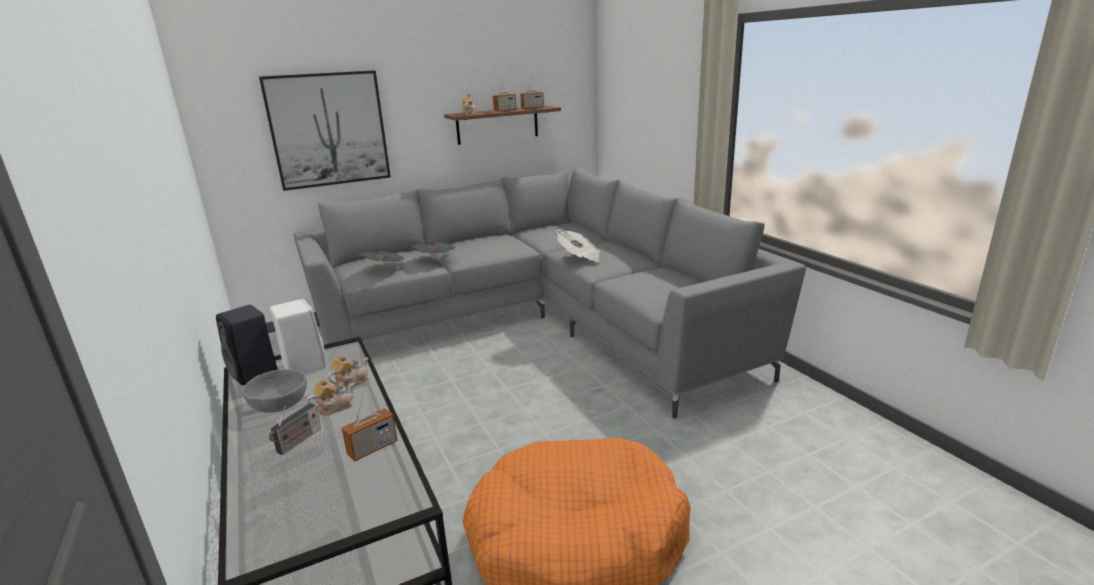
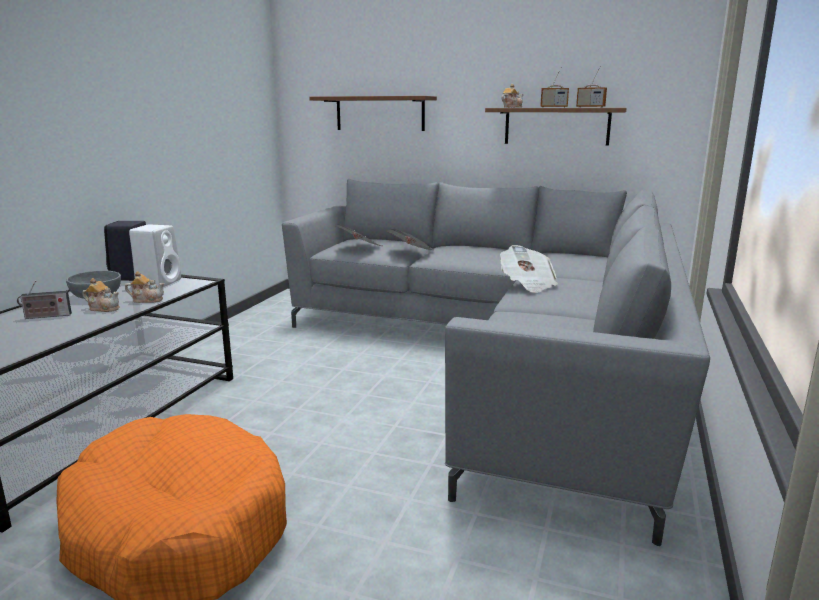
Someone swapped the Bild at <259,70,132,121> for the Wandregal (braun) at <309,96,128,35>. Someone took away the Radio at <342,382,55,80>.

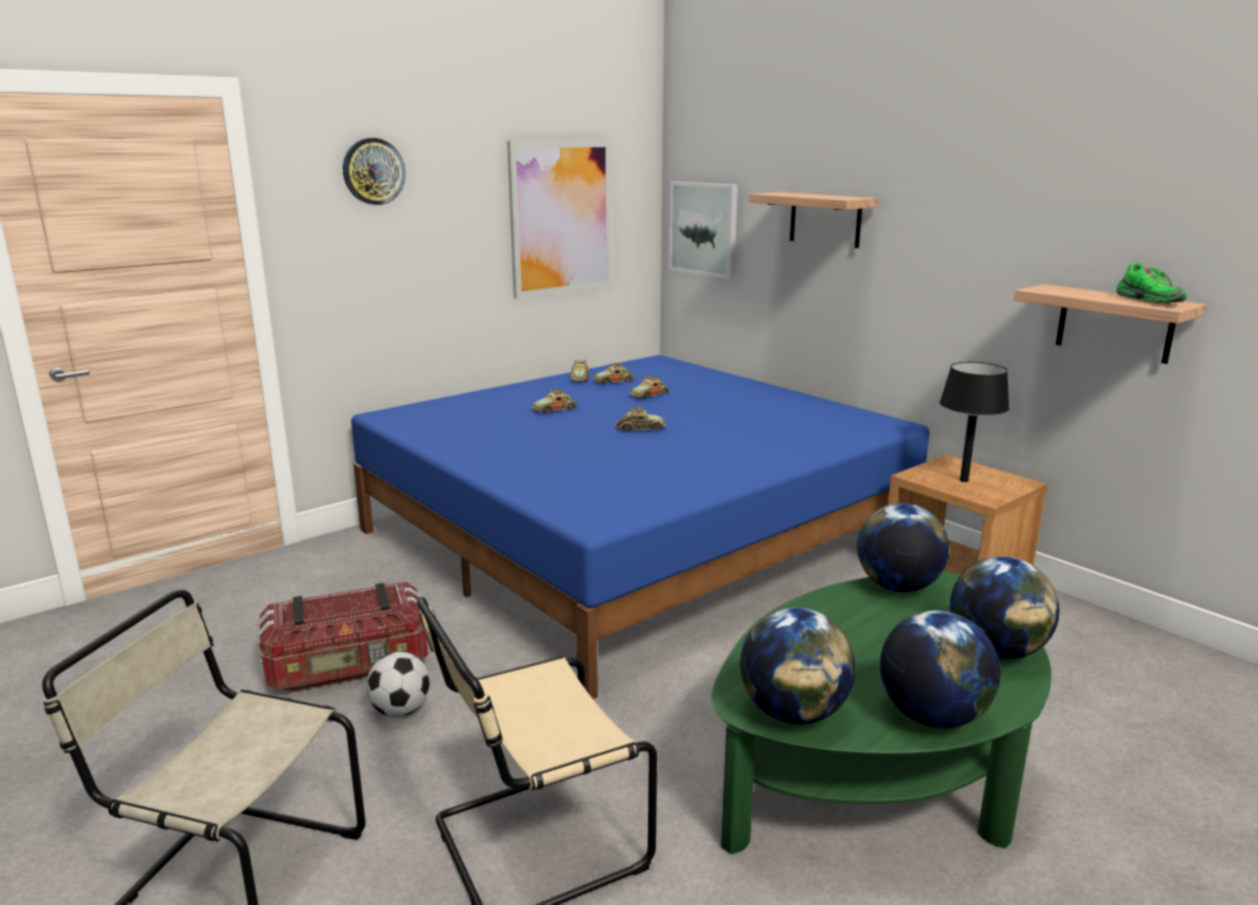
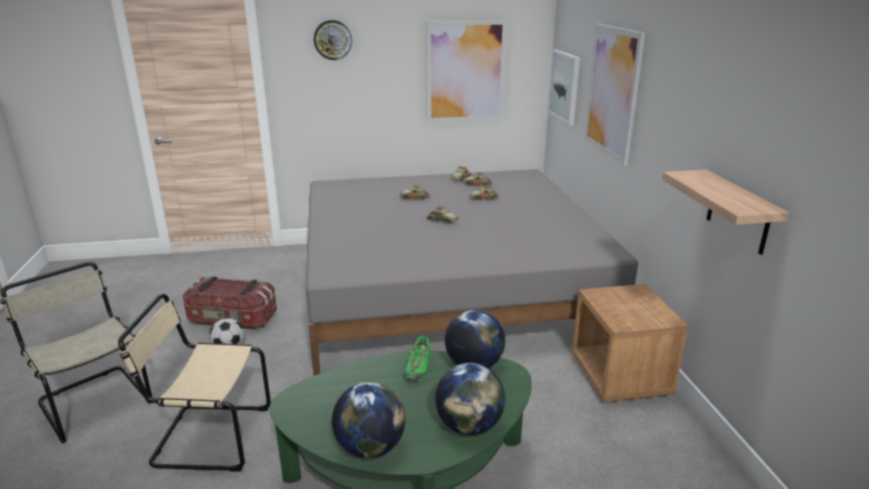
Someone repainted the Bett (blau) at <351,355,579,344>, which became the Bett (grau) at <306,169,332,207>. Someone took away the Globus at <740,607,115,117>. Someone swapped the Wandregal at <748,192,131,56> for the Bild at <584,24,61,141>. Someone took away the Tischlampe (schwarz) at <940,362,69,120>. Someone carried the Schuh (grün) from <1117,263,70,40> to <404,336,28,45>.

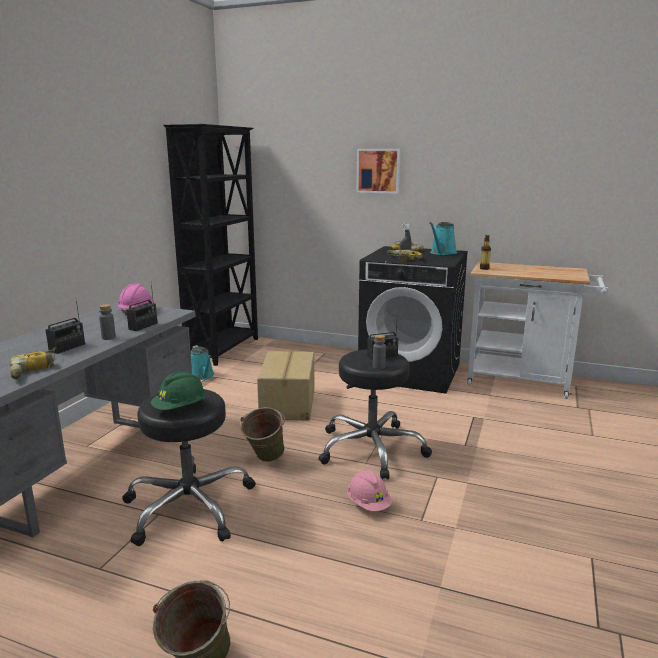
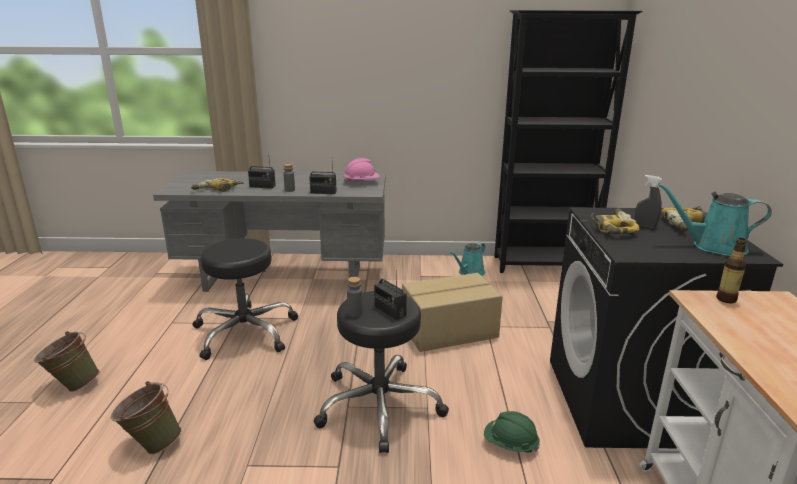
Someone carried the Schutzhelm (grün) from <151,371,55,39> to <484,411,56,42>. Someone carried the Eimer (grün) from <240,407,45,55> to <111,381,71,73>. Someone took away the Schutzhelm (rosa) at <347,470,45,41>. Someone took away the Bild at <356,149,45,45>.

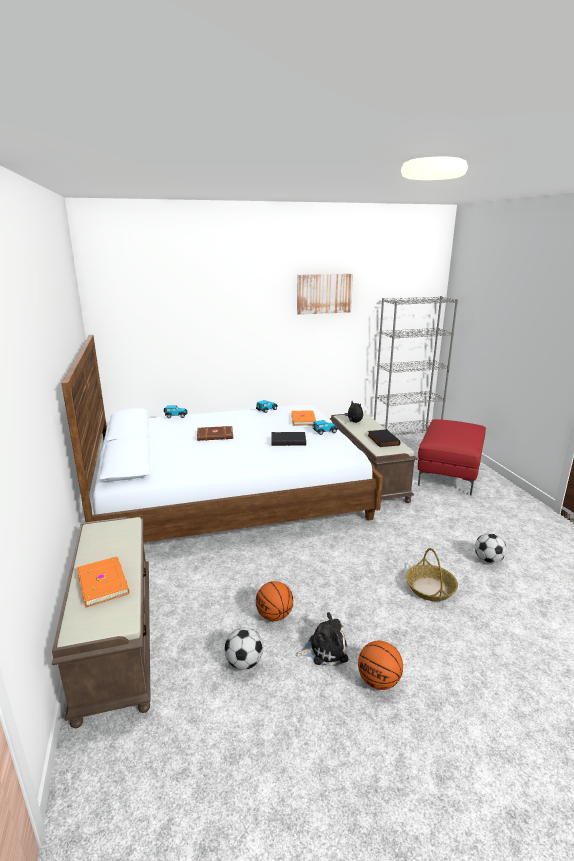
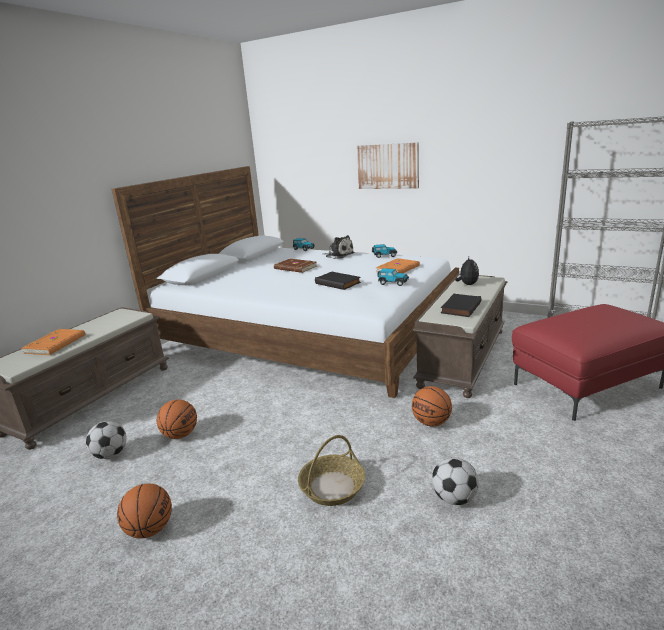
Someone carried the Plüschtier from <295,612,53,54> to <323,235,32,24>. Someone carried the Bild from <297,274,56,41> to <357,142,62,47>. Someone put down the Basketball at <412,386,40,41>.

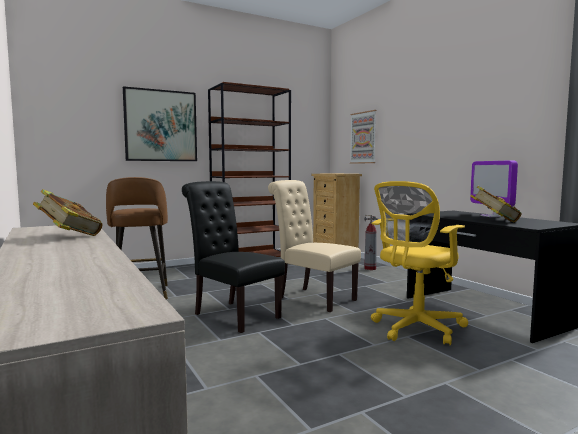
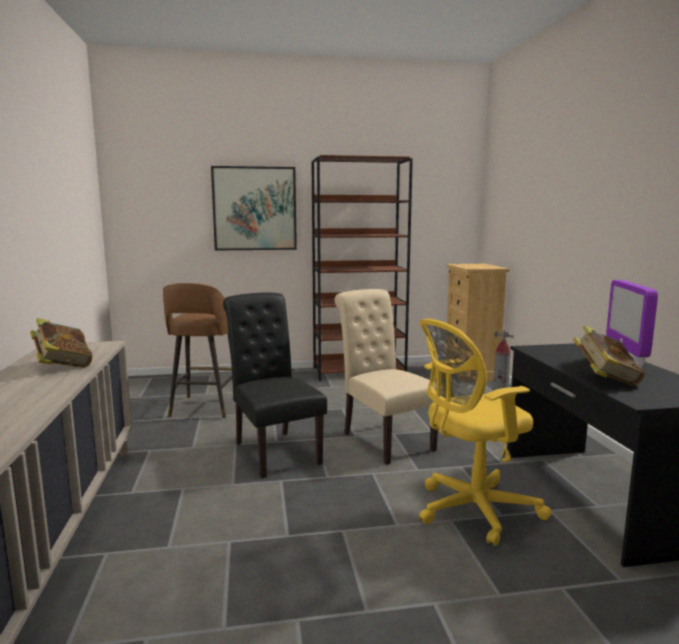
Someone took away the Bild at <350,110,27,54>.

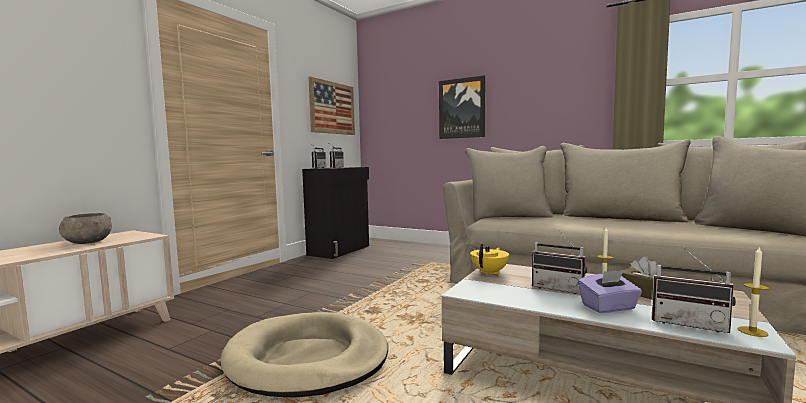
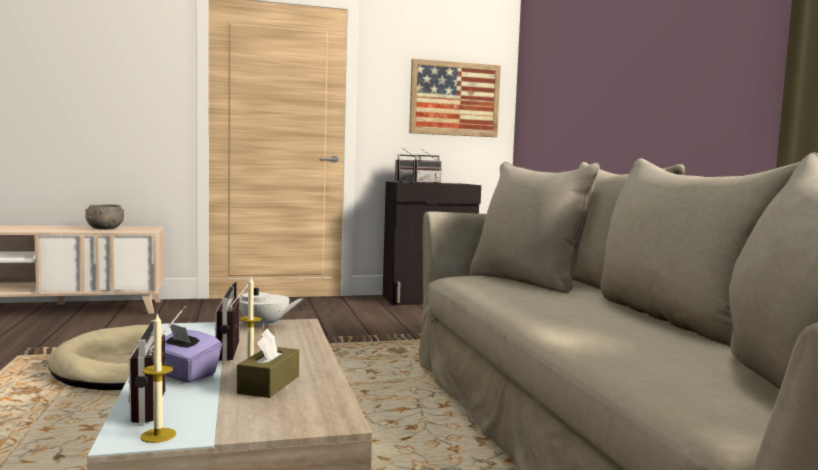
Someone took away the Bild at <439,75,46,64>. Someone repainted the Teekanne (gelb) at <470,244,39,31>, which became the Teekanne (weiß) at <232,281,72,48>.

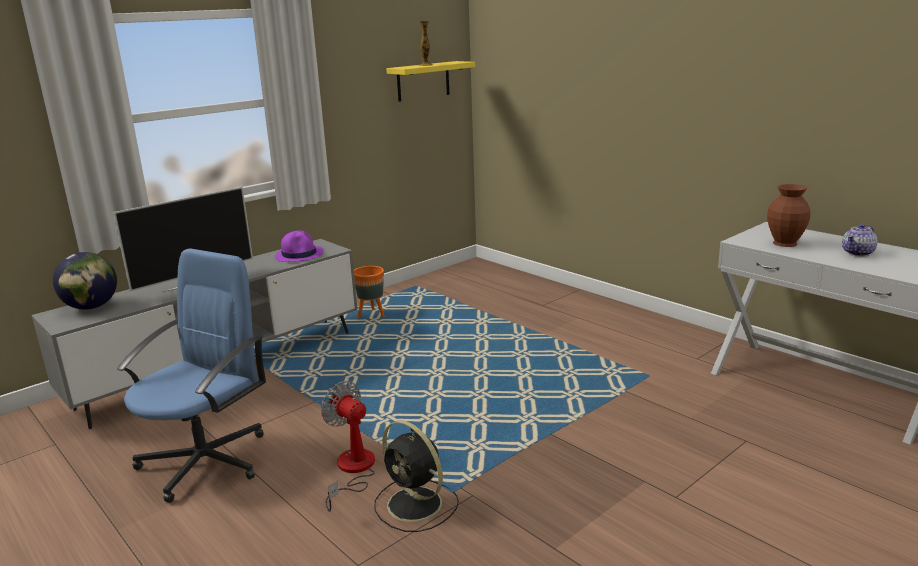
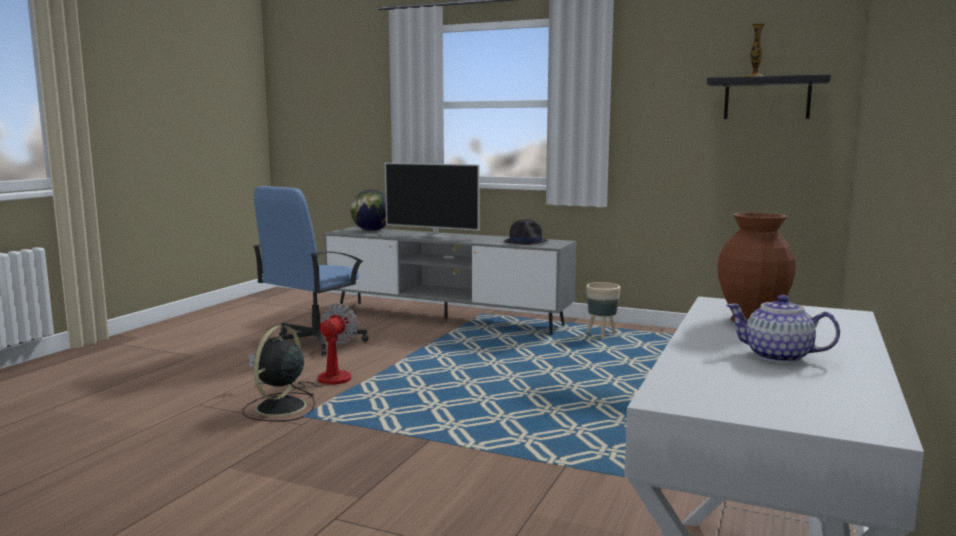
Someone rotated the Bürostuhl (blau) at <117,248,149,255> by 120 degrees clockwise. Someone repainted the Hut (lila) at <275,231,49,31>, which became the Hut (schwarz) at <503,219,46,25>. Someone repainted the Pflanzkübel (orange) at <354,266,31,52>, which became the Pflanzkübel (beige) at <586,282,35,57>. Someone repainted the Wandregal (gelb) at <386,61,89,41>, which became the Wandregal (schwarz) at <707,74,124,45>.

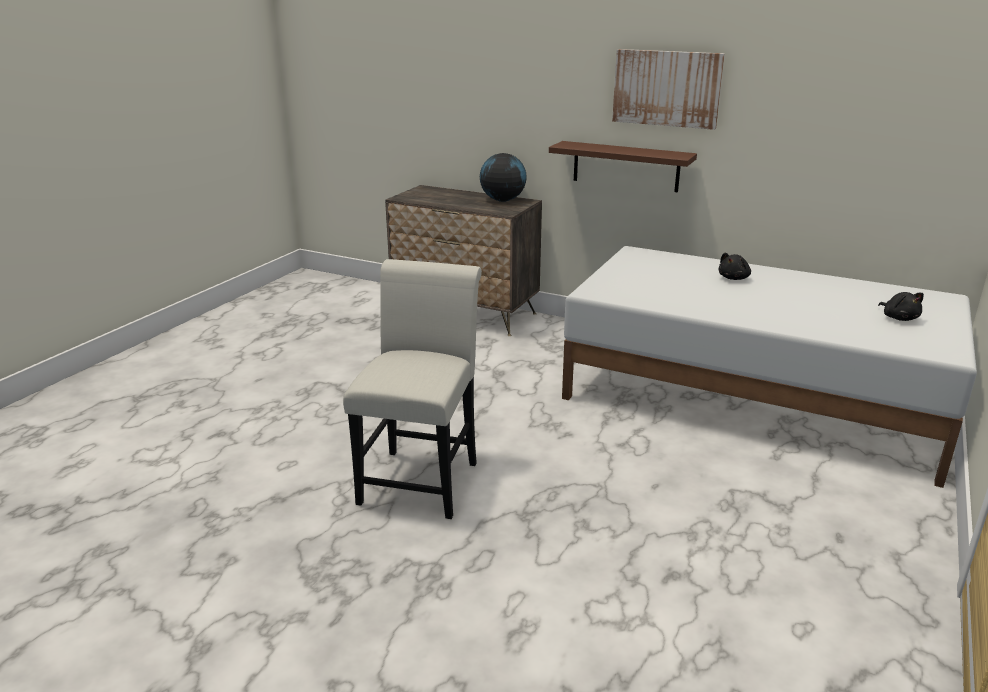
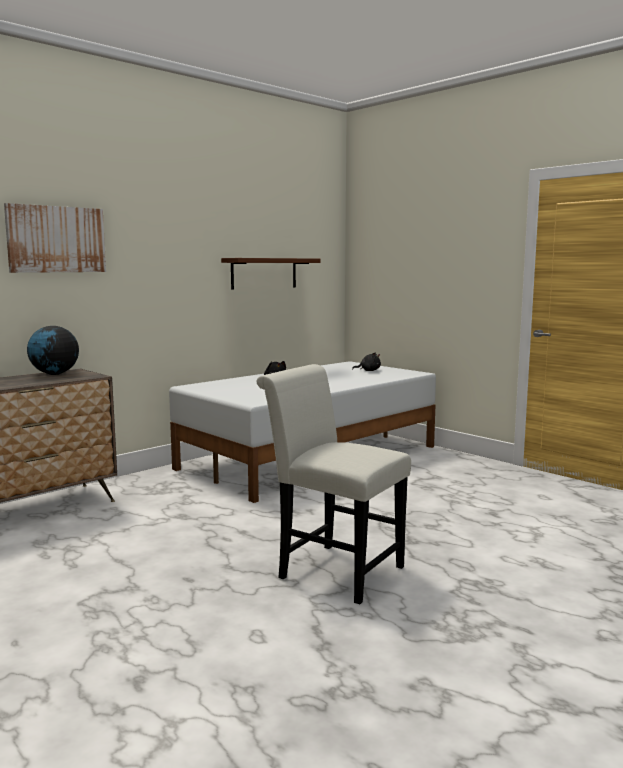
Someone carried the Wandregal (braun) from <549,141,148,51> to <221,258,99,32>. Someone carried the Bild from <612,49,113,81> to <4,203,102,70>.

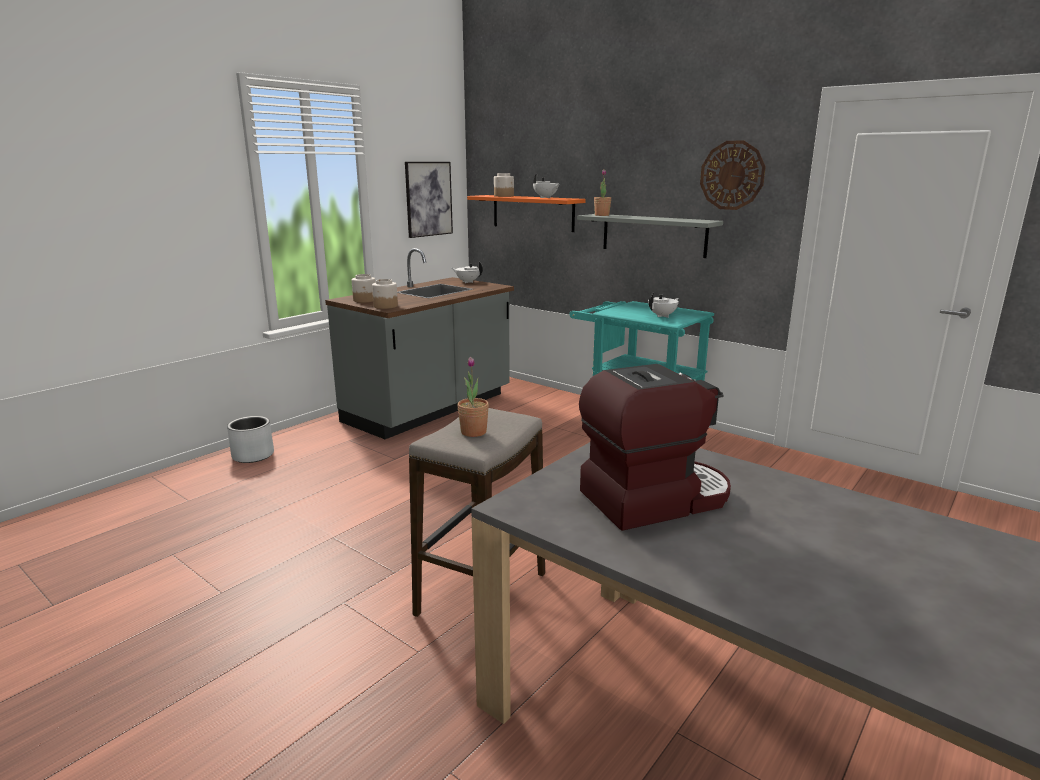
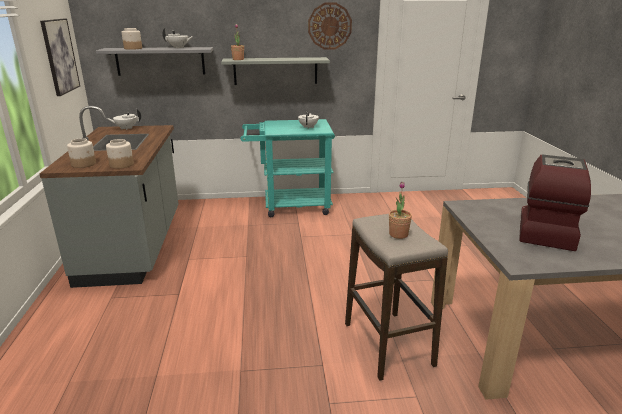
Someone took away the Pflanzkübel (grau) at <227,416,47,47>. Someone repainted the Wandregal (orange) at <467,195,118,37>, which became the Wandregal (grau) at <96,47,117,29>.

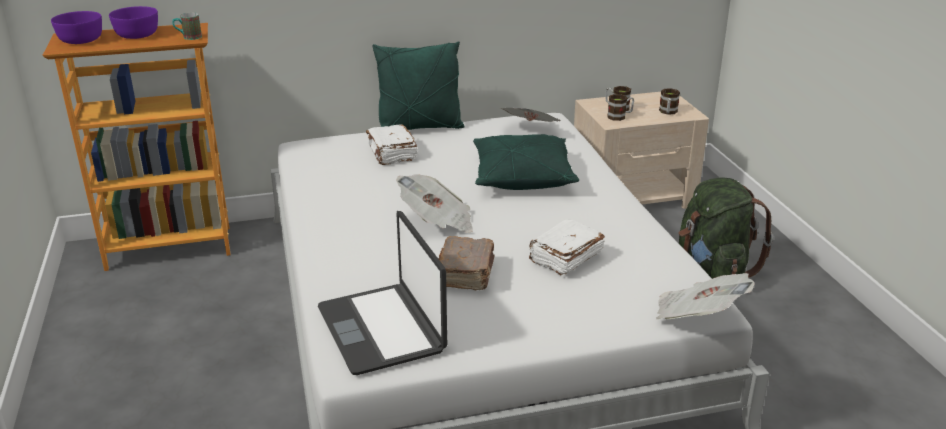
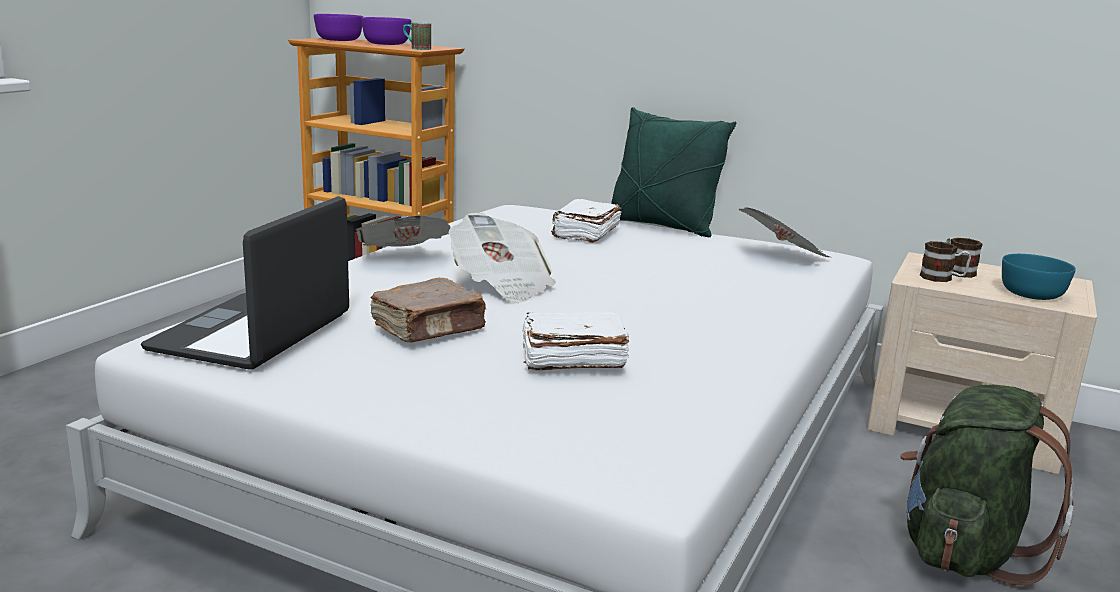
Someone took away the Kissen (grün) at <473,134,106,56>. Someone carried the Zeitung from <656,273,99,46> to <356,216,94,31>. Someone swapped the Henkelbecher at <659,88,21,27> for the Schüssel (türkis) at <1002,254,74,46>.

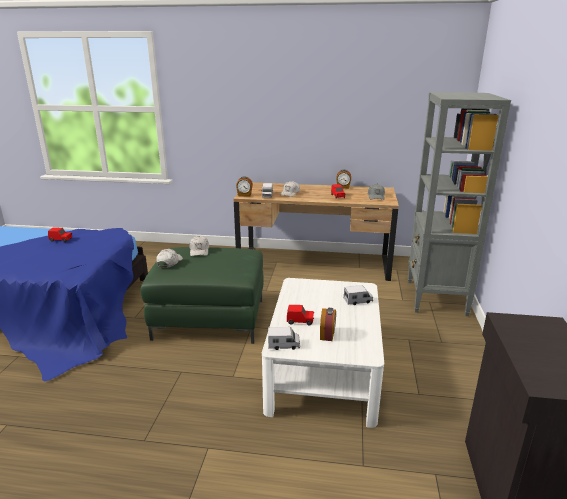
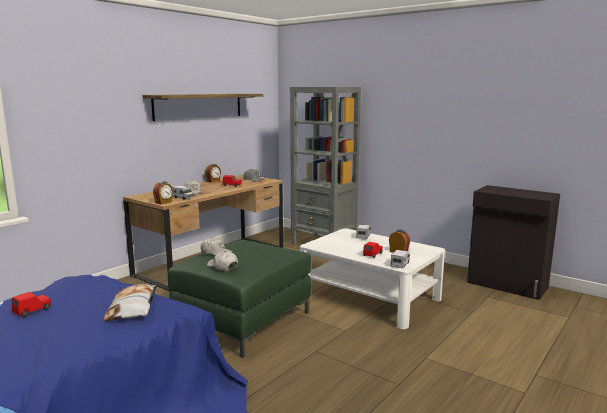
Someone put down the Kissen at <103,284,54,37>. Someone put up the Wandregal at <143,94,120,27>.

